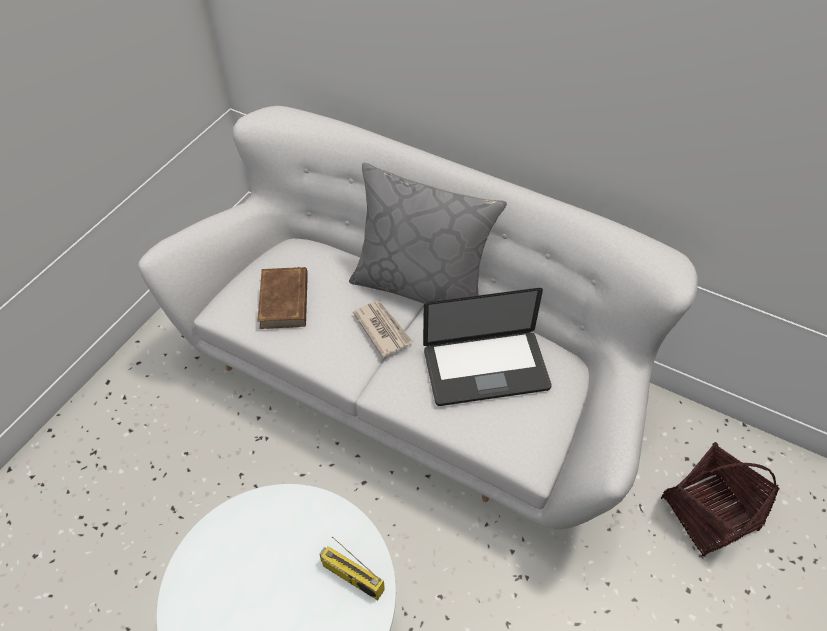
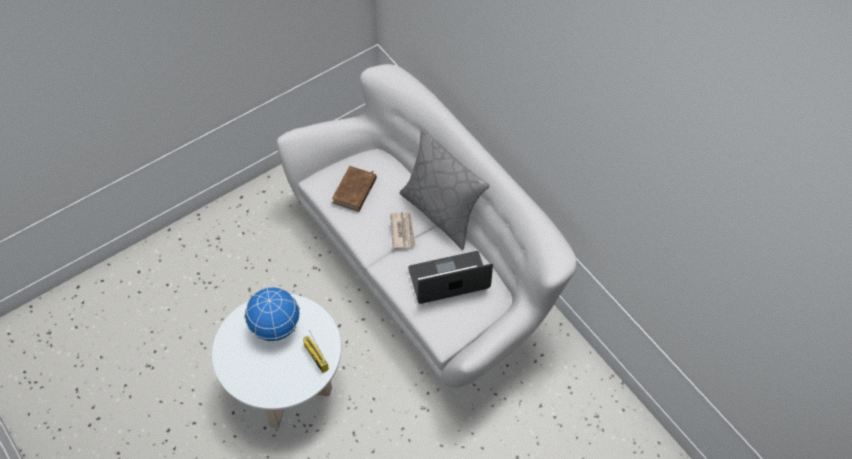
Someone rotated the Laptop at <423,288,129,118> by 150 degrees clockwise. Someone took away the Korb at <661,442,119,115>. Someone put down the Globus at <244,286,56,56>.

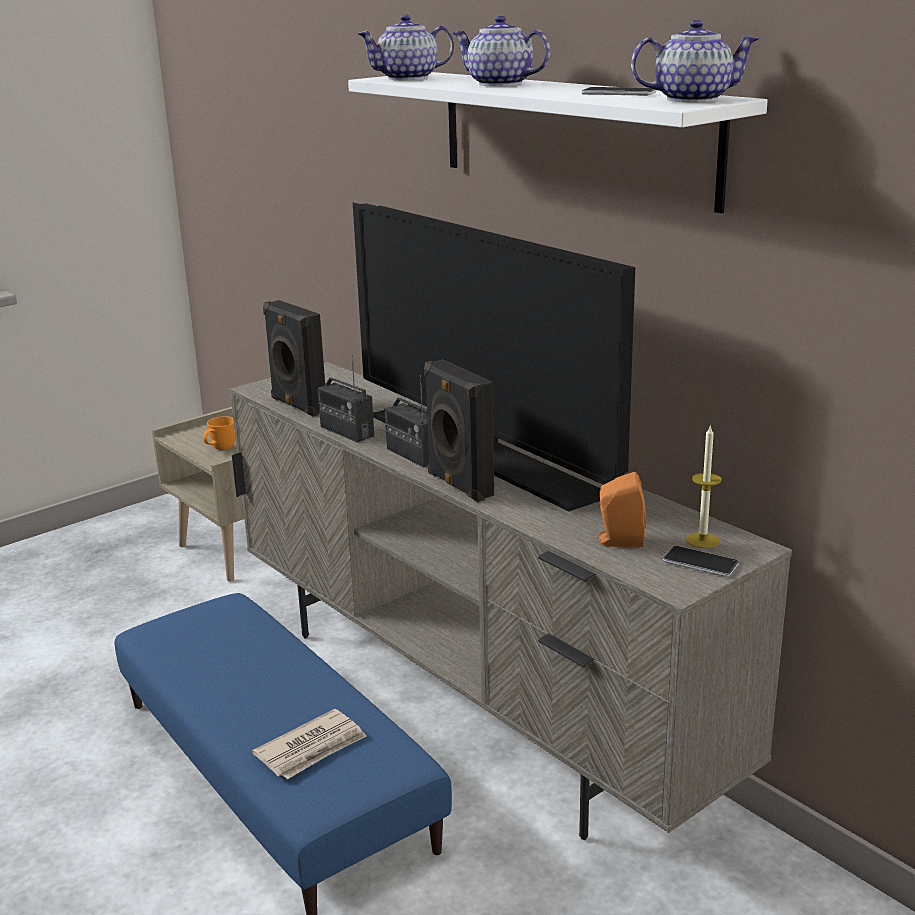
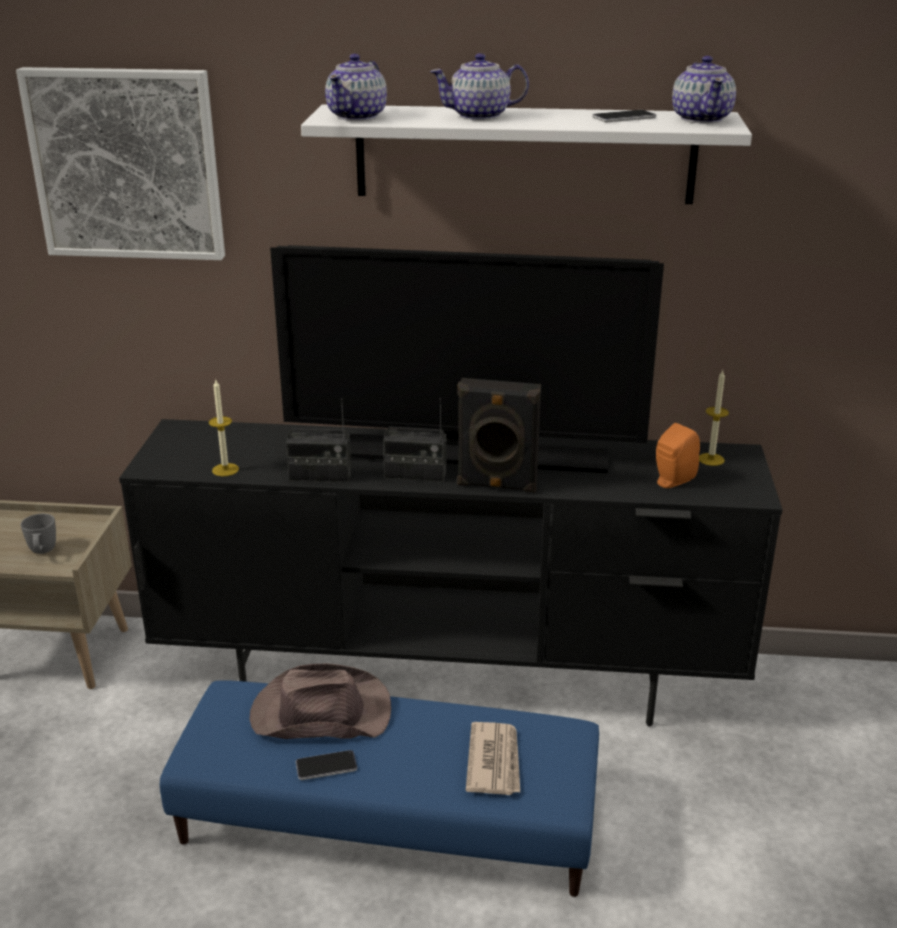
Someone repainted the Henkelbecher (orange) at <203,416,32,34>, which became the Henkelbecher (grau) at <21,514,35,40>. Someone repainted the Fernsehschrank (beige) at <230,362,562,478>, which became the Fernsehschrank (schwarz) at <119,419,664,308>. Someone swapped the Lautsprecher (schwarz) at <263,300,62,117> for the Kerze at <209,380,30,96>. Someone rotated the Teekanne at <631,20,128,82> by 135 degrees clockwise. Someone carried the Handy from <663,546,76,31> to <296,750,61,30>. Someone put up the Bild at <16,67,209,193>. Someone put down the Hut (braun) at <249,663,142,76>.

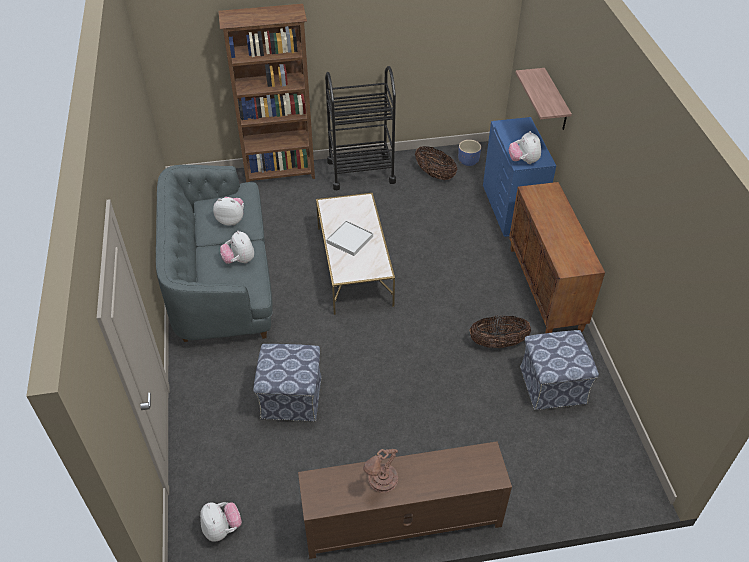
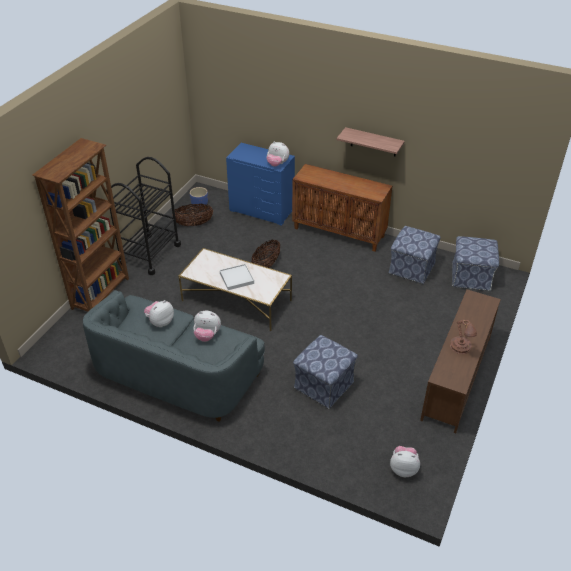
Someone carried the Korb from <470,316,61,32> to <251,240,29,28>. Someone carried the Wandregal from <515,68,57,62> to <337,127,68,29>. Someone put down the Polsterhocker at <452,236,47,55>.

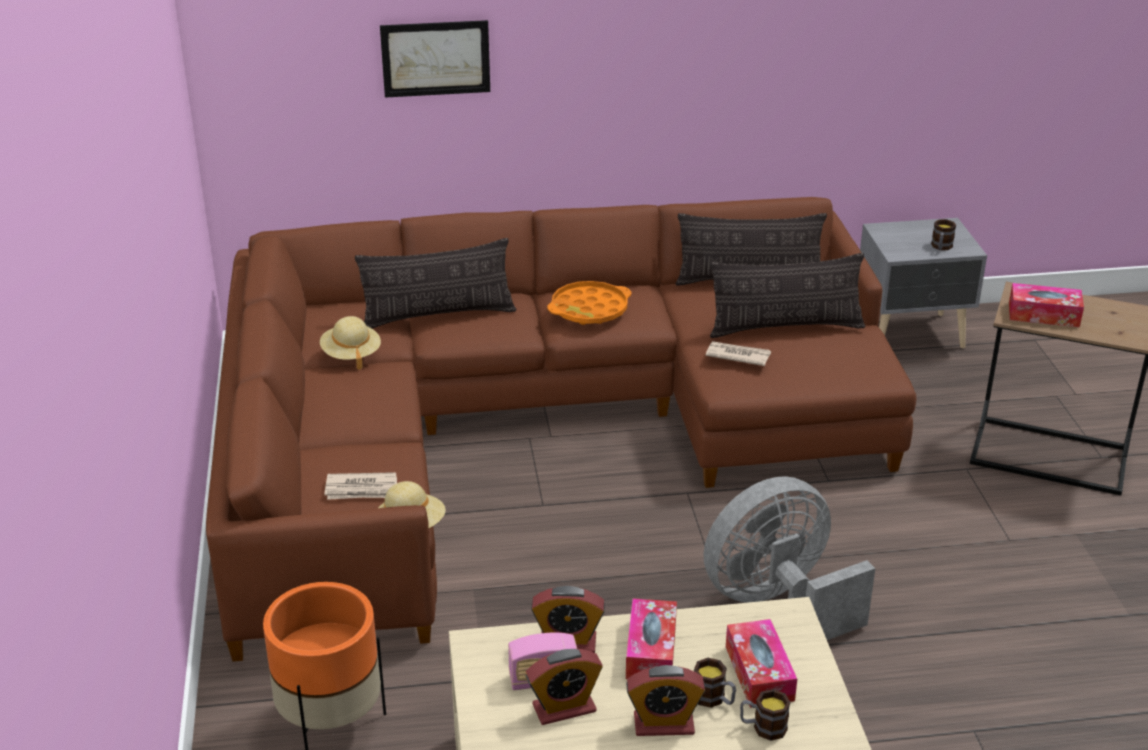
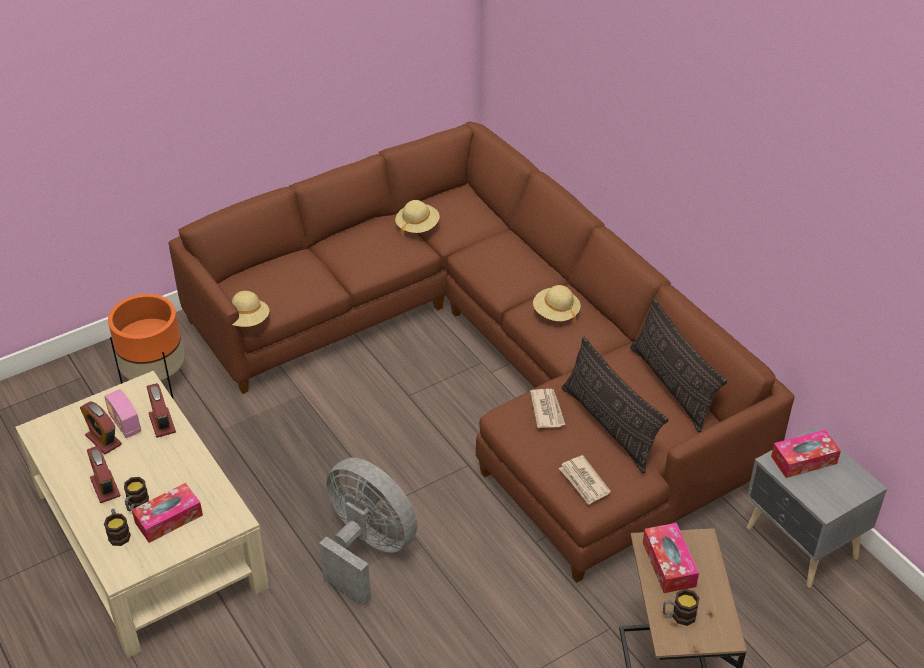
Someone carried the Zeitung from <325,472,72,28> to <559,455,52,50>. Someone took away the Kissen at <355,238,161,90>. Someone took away the Bild at <380,20,110,78>. Someone swapped the Tablett (orange) at <547,281,84,44> for the Hut (beige) at <533,285,48,39>. Someone carried the Taschentuchbox from <626,598,51,81> to <771,430,70,48>. Someone carried the Henkelbecher from <931,219,25,31> to <663,589,37,37>.

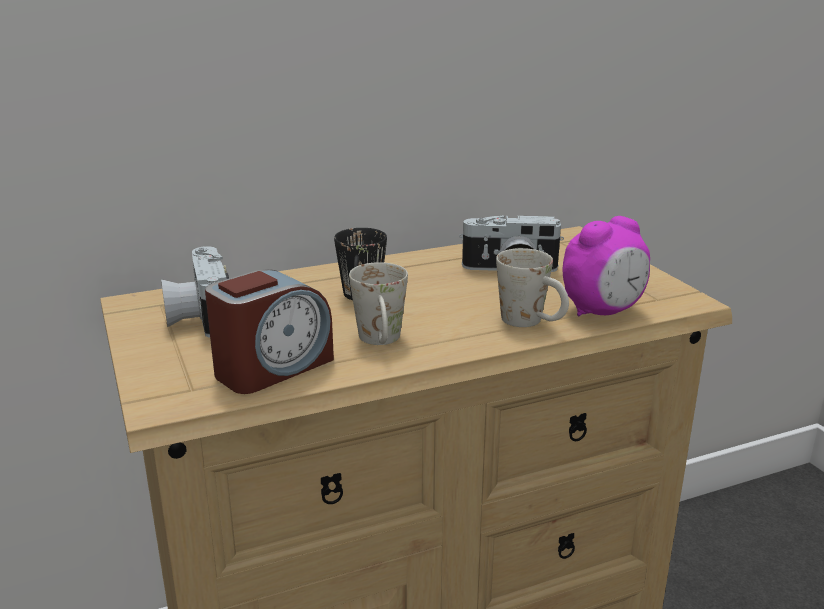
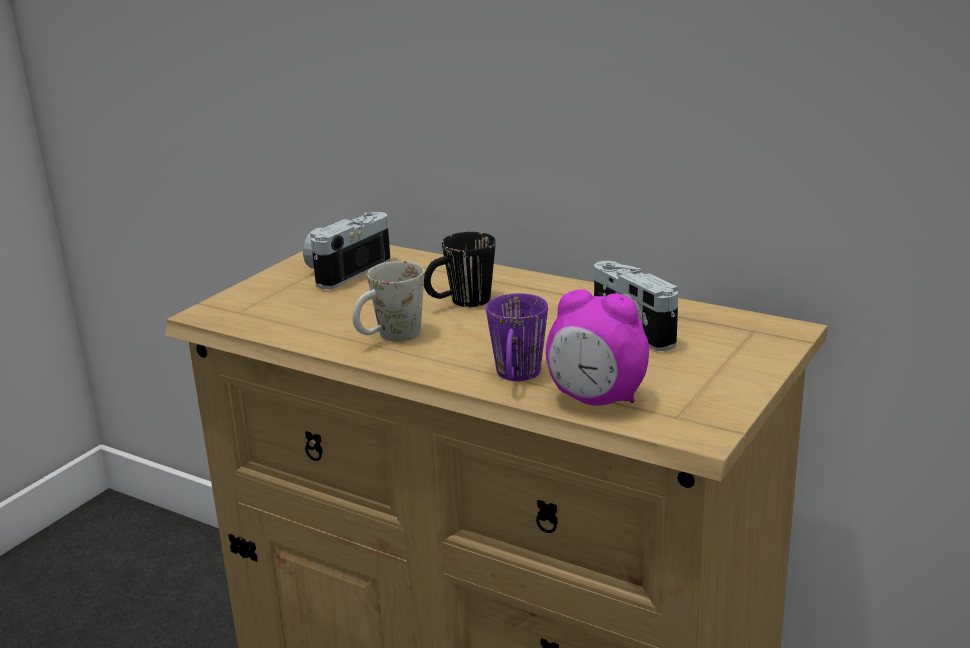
Someone took away the Wecker at <205,269,129,125>. Someone repainted the Henkelbecher (weiß) at <496,248,73,79>, which became the Henkelbecher (lila) at <486,293,62,88>.

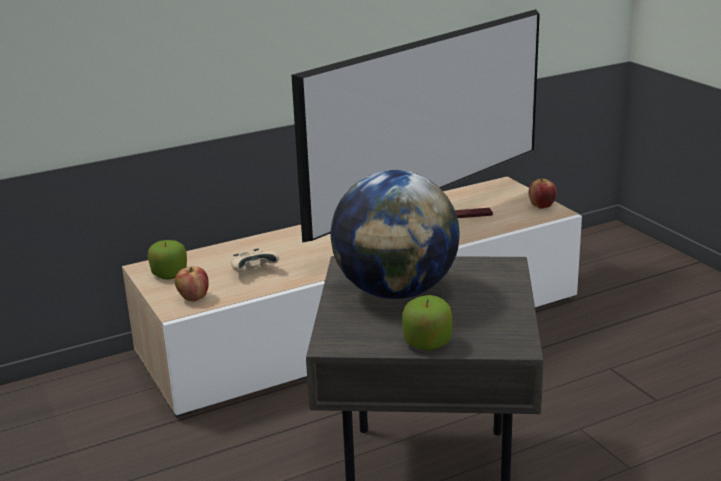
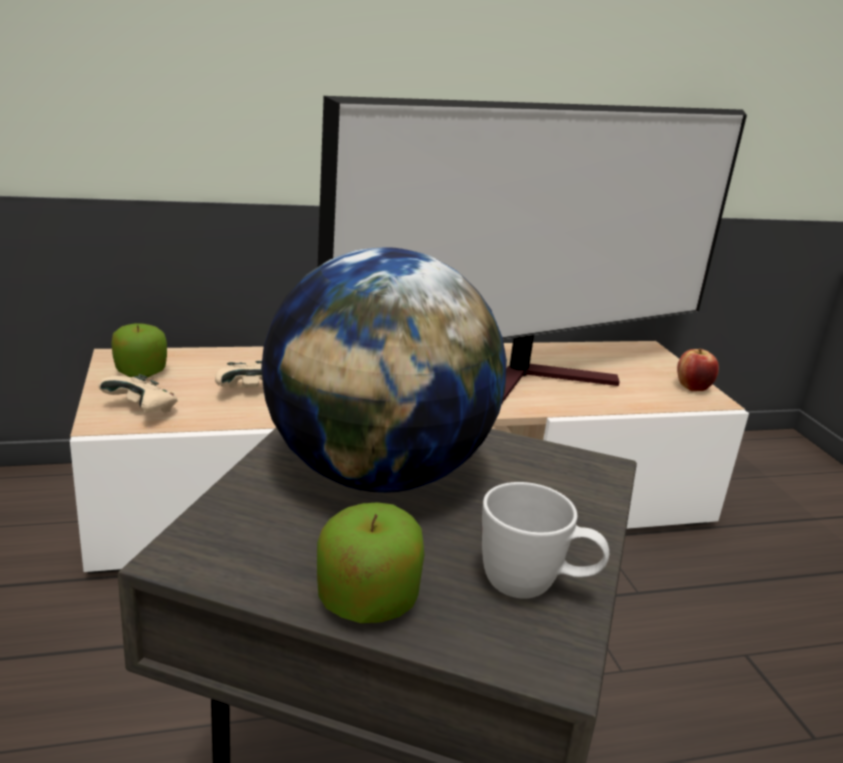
Someone swapped the Apfel at <175,266,34,36> for the Gamepad (beige) at <98,374,80,39>. Someone put down the Henkelbecher (weiß) at <482,482,127,117>.

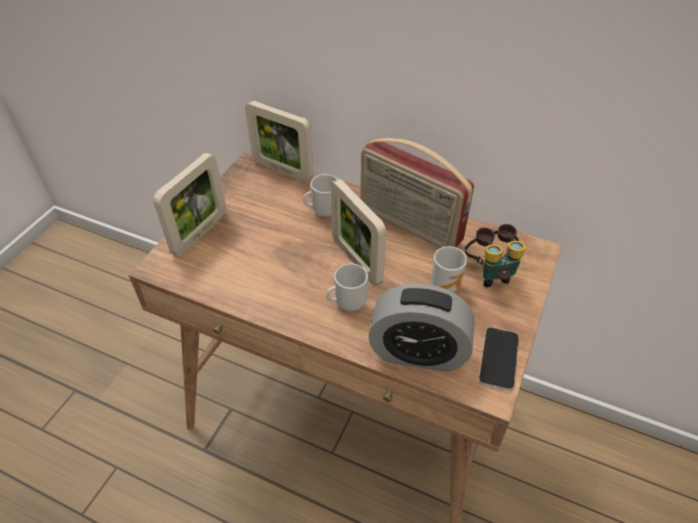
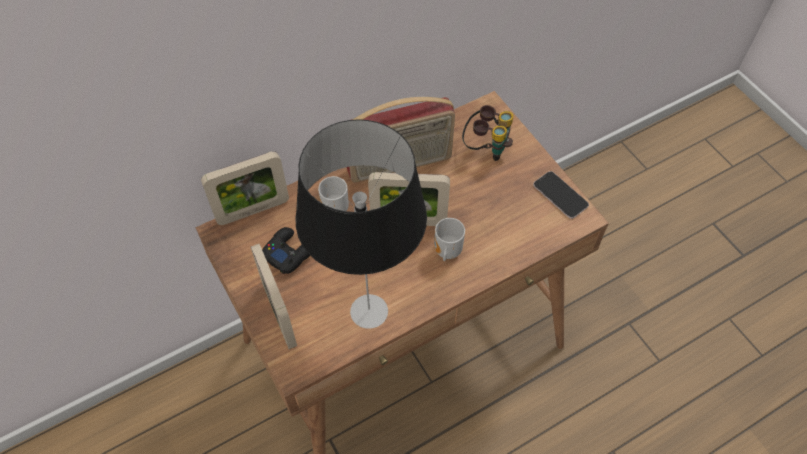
Someone took away the Wecker at <369,284,106,88>. Someone took away the Henkelbecher at <431,246,36,46>. Someone put down the Gamepad (schwarz) at <262,227,48,47>. Someone put down the Tischlampe at <296,119,131,210>.

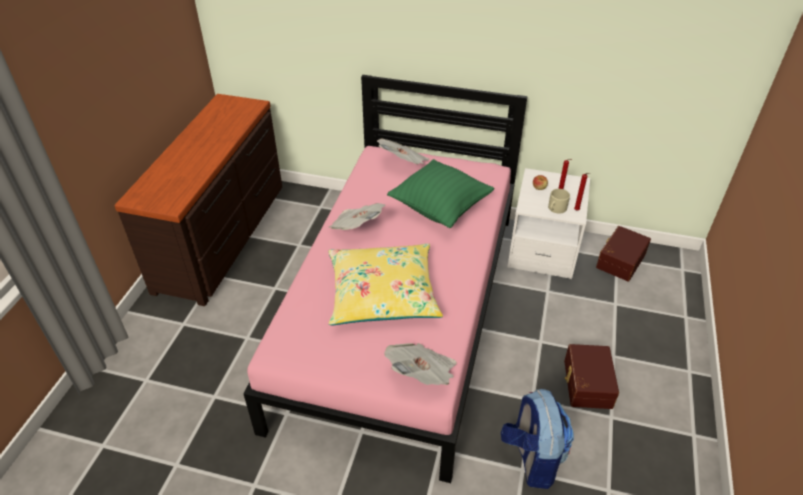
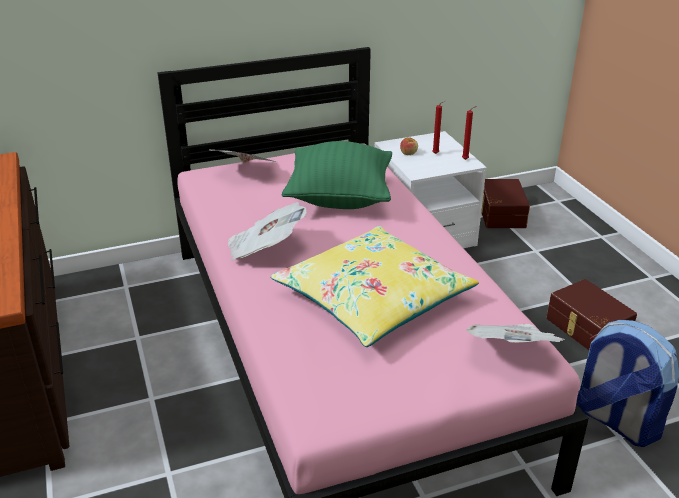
Someone took away the Henkelbecher (beige) at <548,189,22,25>.

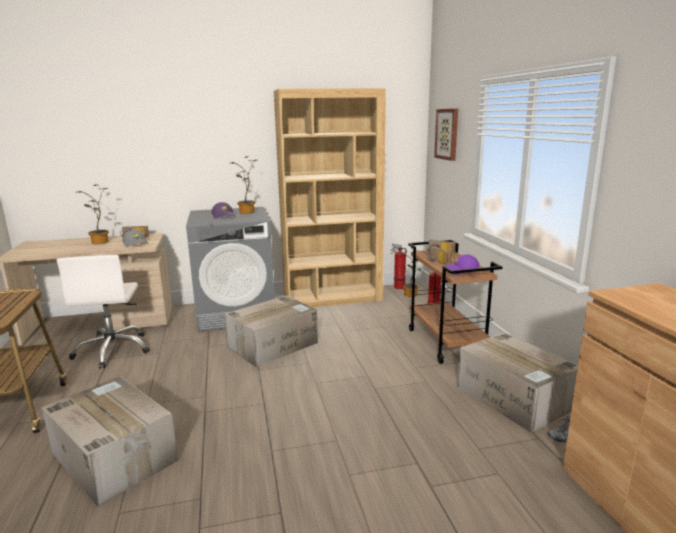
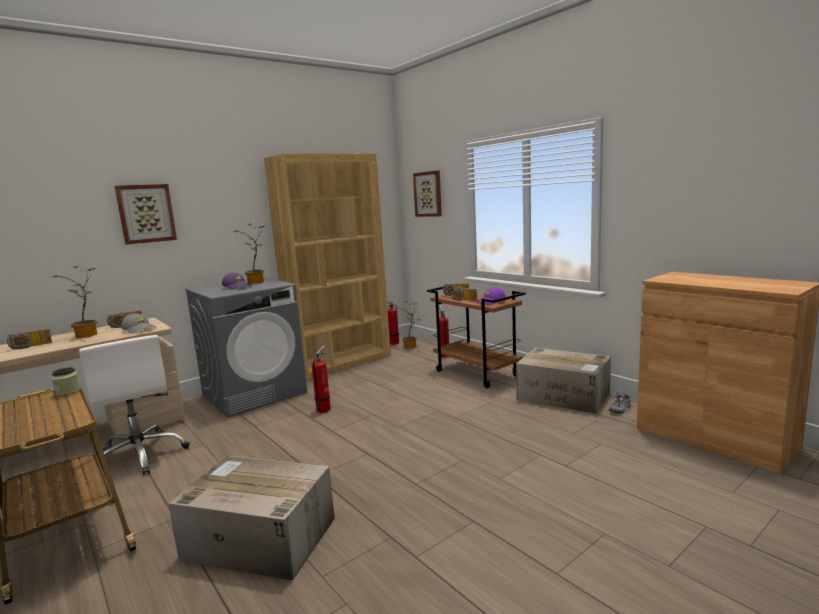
Someone swapped the Karton at <224,296,94,71> for the Feuerlöscher at <311,346,20,67>. Someone put down the Radio at <7,328,45,21>. Someone put down the Vorratsglas at <52,367,28,29>. Someone put up the Bild at <115,184,62,61>.

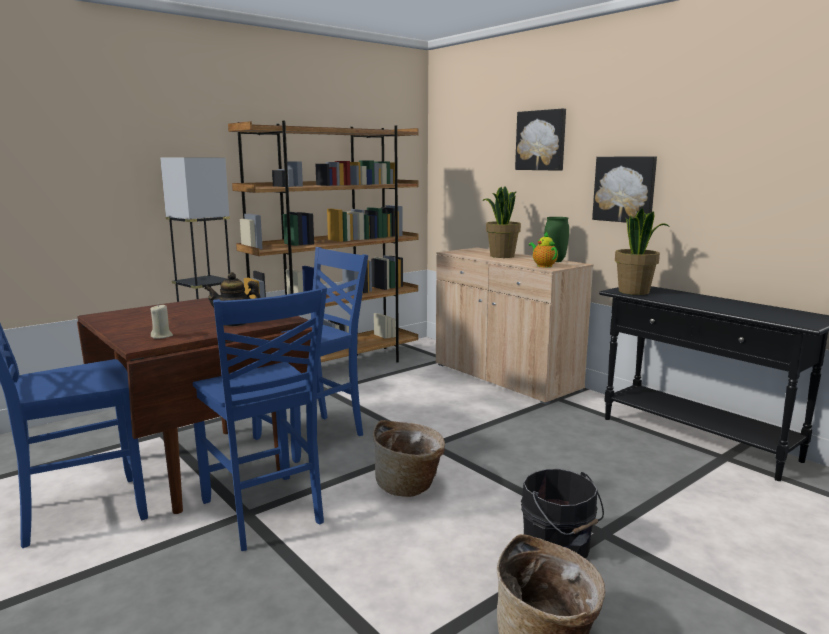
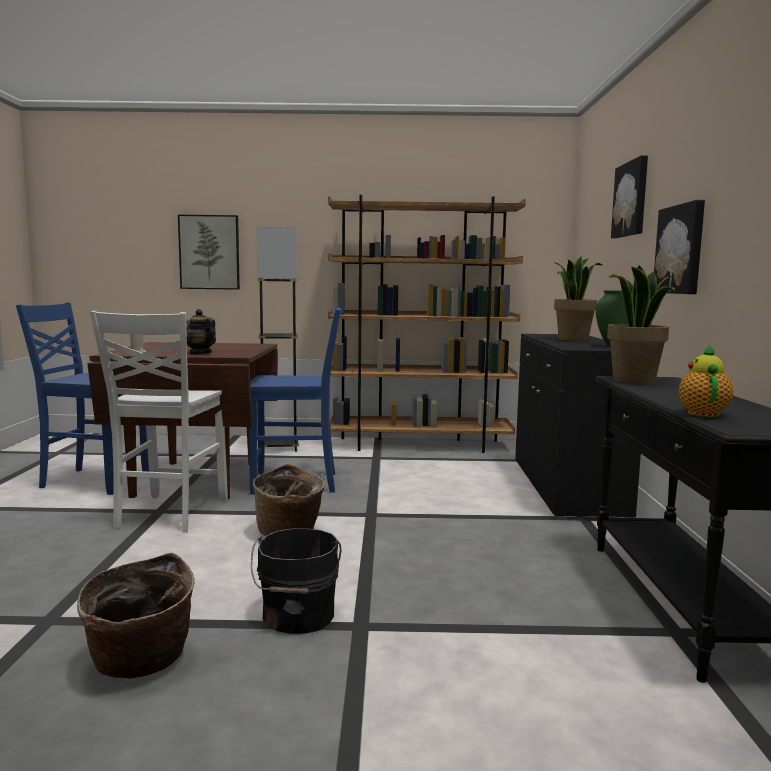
Someone repainted the Stuhl (blau) at <193,287,134,264>, which became the Stuhl (weiß) at <90,311,138,221>. Someone repainted the Schrank (beige) at <436,248,157,157>, which became the Schrank (schwarz) at <515,334,126,185>. Someone carried the Teekanne from <529,232,29,35> to <679,344,54,73>. Someone put up the Bild at <178,215,62,75>.

